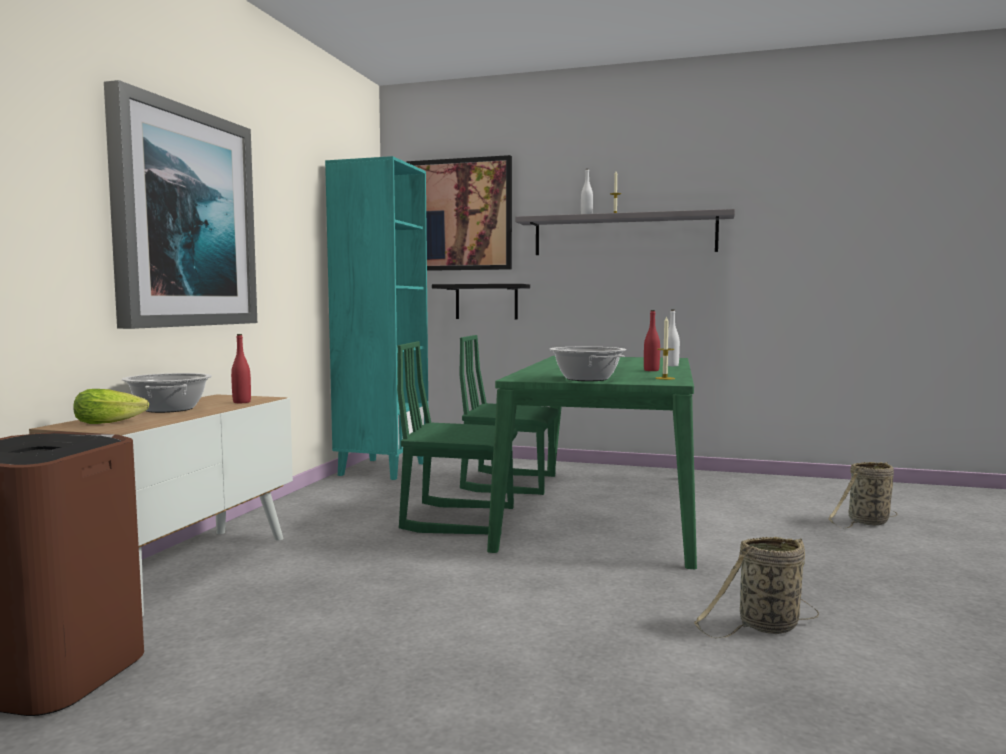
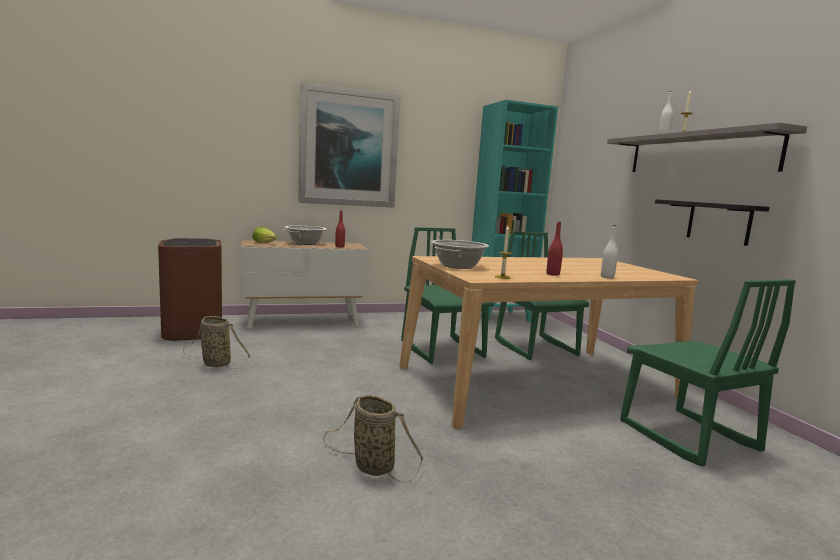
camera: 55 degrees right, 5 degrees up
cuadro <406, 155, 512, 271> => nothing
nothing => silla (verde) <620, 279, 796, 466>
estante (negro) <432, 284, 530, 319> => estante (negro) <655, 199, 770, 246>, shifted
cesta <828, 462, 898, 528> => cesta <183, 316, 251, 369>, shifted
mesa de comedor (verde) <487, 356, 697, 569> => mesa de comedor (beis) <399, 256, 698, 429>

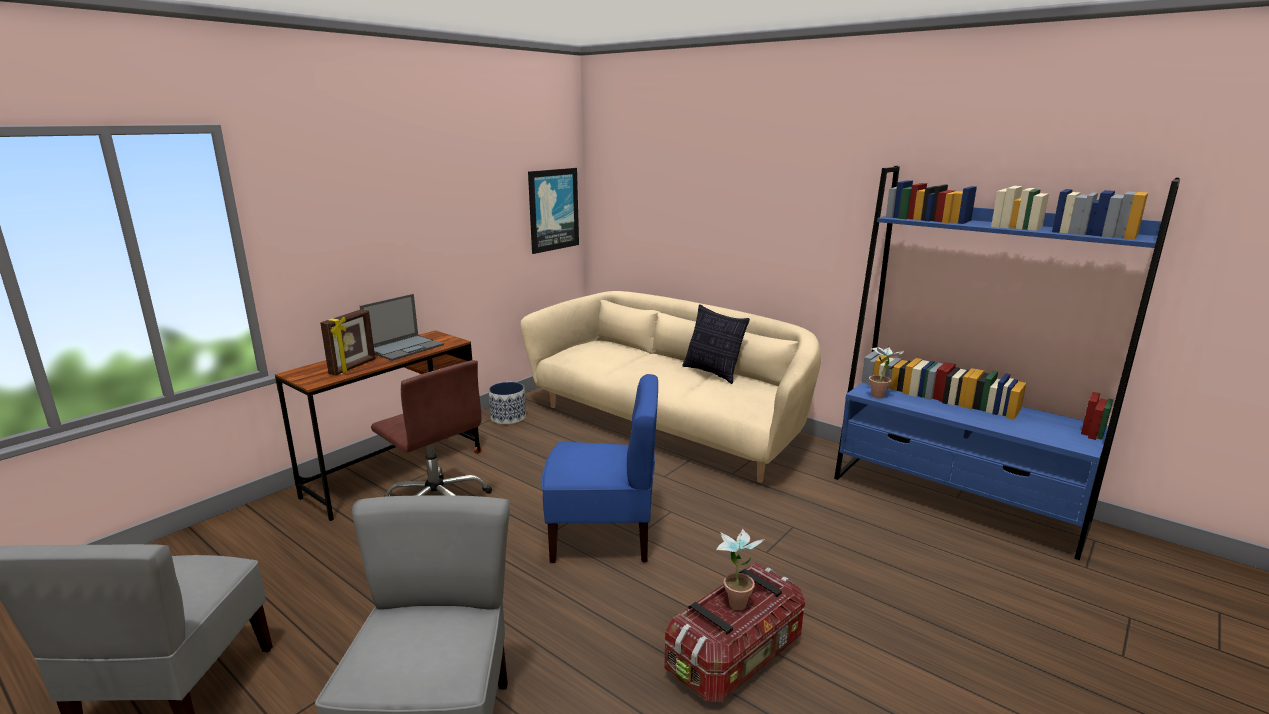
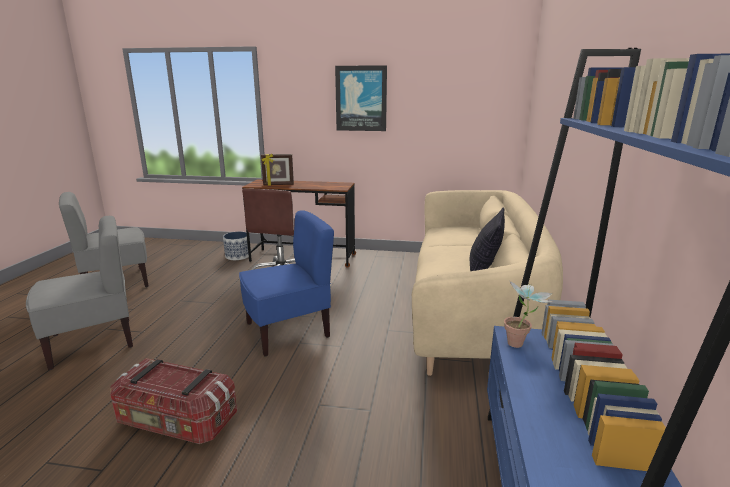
camera: 60 degrees right, 0 degrees up
portátil <360, 294, 444, 361> => nothing
planta en maceta <716, 529, 764, 610> => nothing
maceta <488, 382, 526, 424> => maceta <223, 232, 249, 260>, shifted
cuadro <528, 168, 579, 254> => cuadro <335, 65, 387, 131>, shifted
silla (azul) <542, 374, 658, 563> => silla (azul) <239, 210, 334, 356>, 90 degrees counterclockwise

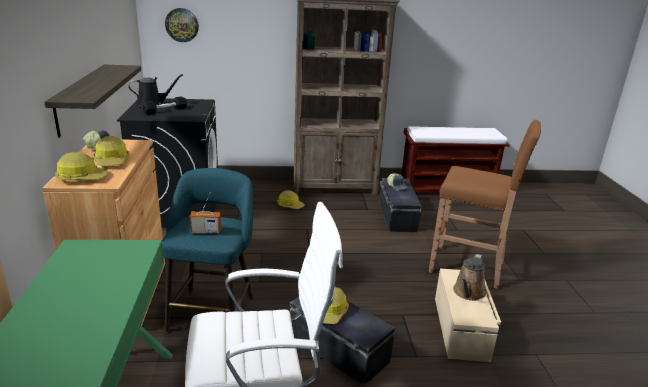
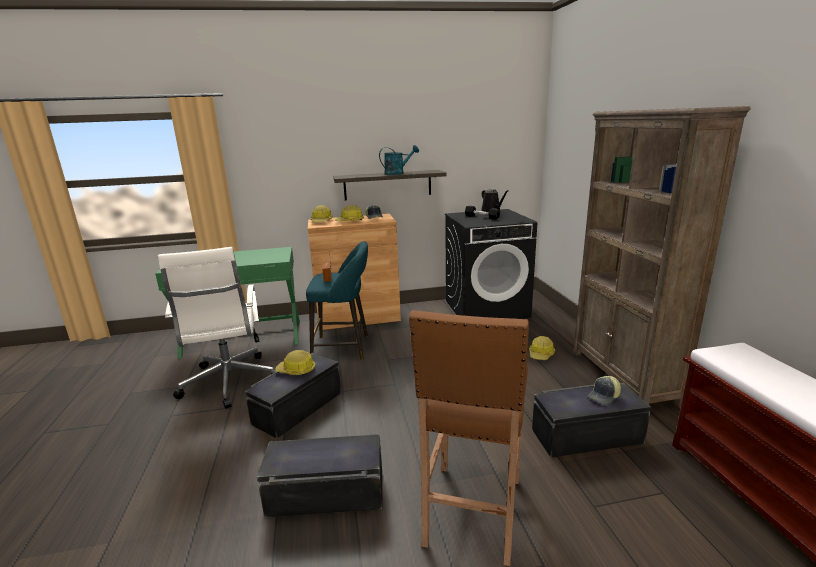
camera: 85 degrees right, 5 degrees down
reloj de pared <165, 8, 199, 42> => nothing
regadera (marrón) <453, 254, 486, 301> => nothing
nothing => regadera (turquesa) <379, 145, 419, 175>
caja de almacenaje (beis) <435, 268, 501, 362> => caja de almacenaje (negro) <257, 434, 382, 518>

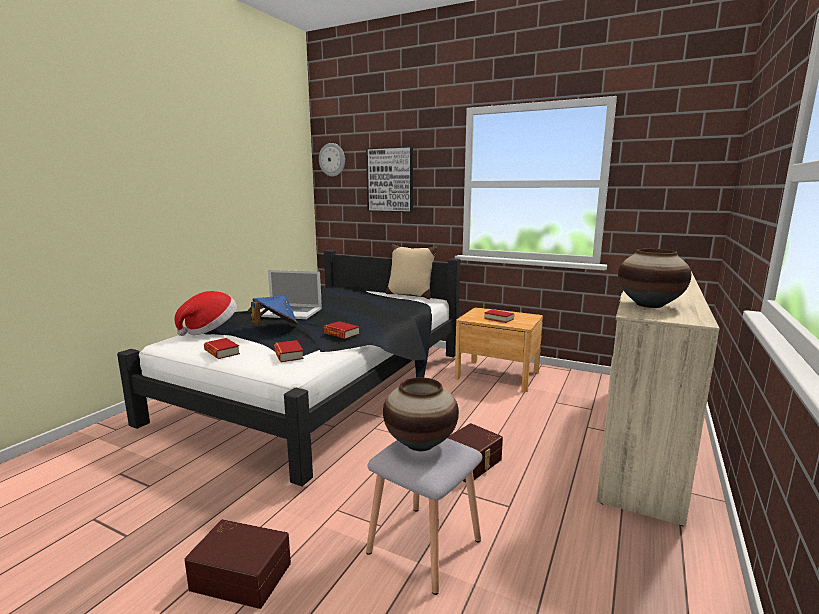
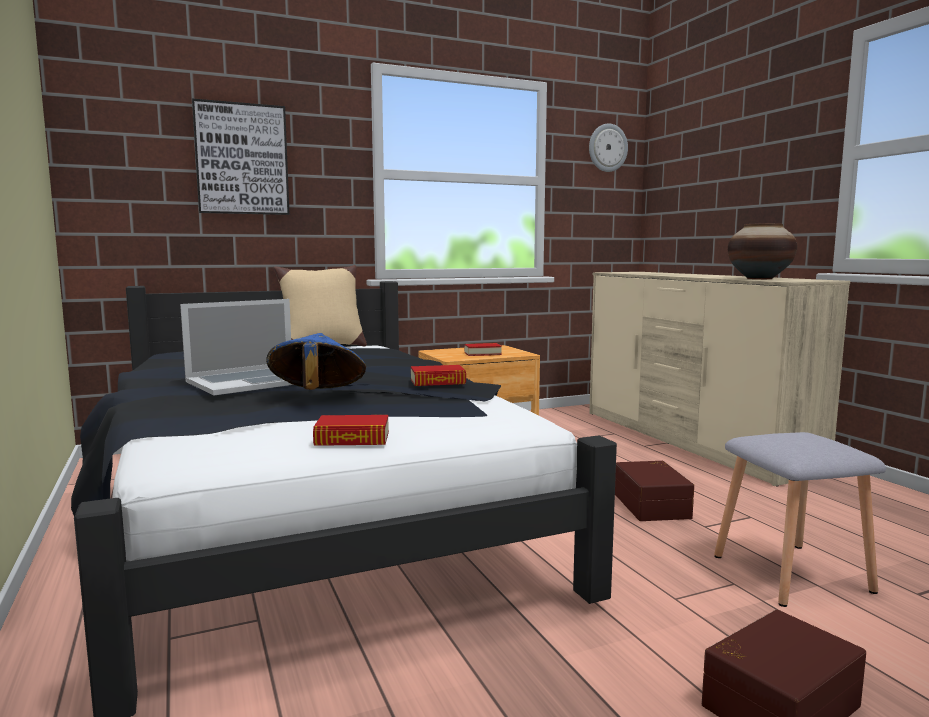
camera: 50 degrees left, 5 degrees down
sombrero <174, 291, 237, 336> => nothing
libro <274, 340, 304, 362> => nothing
florero <383, 377, 459, 451> => nothing
reloj de pared <319, 143, 345, 176> => reloj de pared <589, 123, 628, 172>, shifted

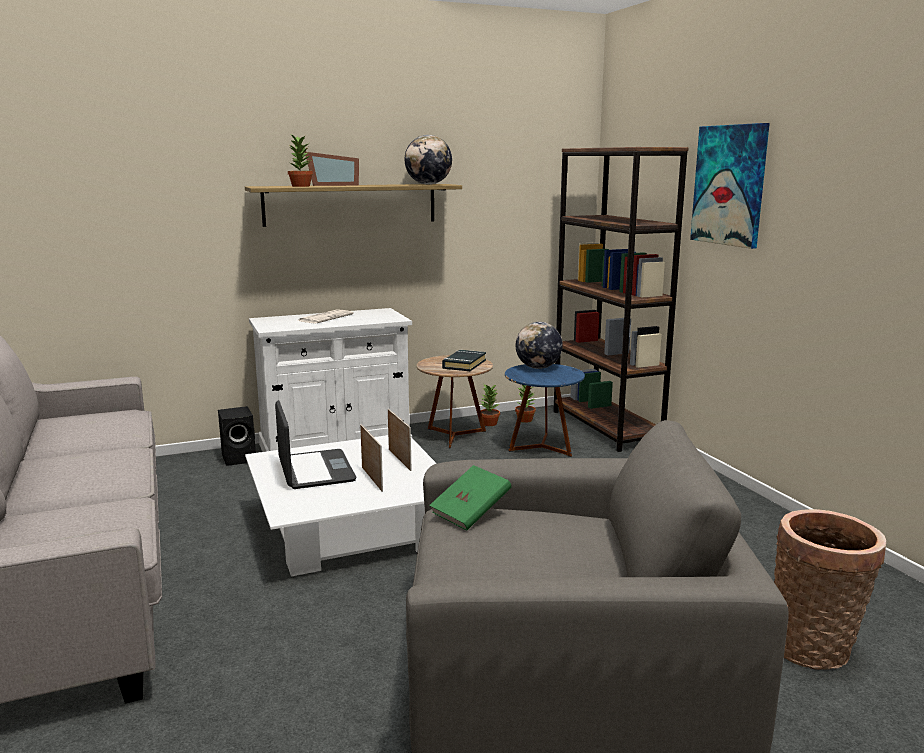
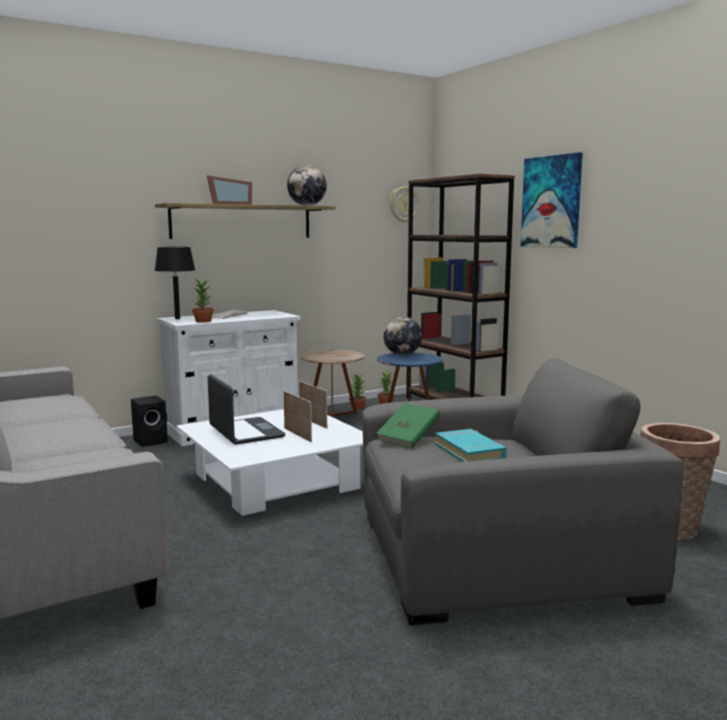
camera: 10 degrees left, 5 degrees down
libro (negro) <442, 350, 486, 371> => nothing
nothing => lámpara de mesa (negro) <155, 247, 195, 319>
nothing => reloj de pared <390, 187, 419, 223>
nothing => libro (turquesa) <435, 429, 507, 462>
planta en maceta <288, 135, 313, 187> => planta en maceta <192, 279, 214, 323>, shifted

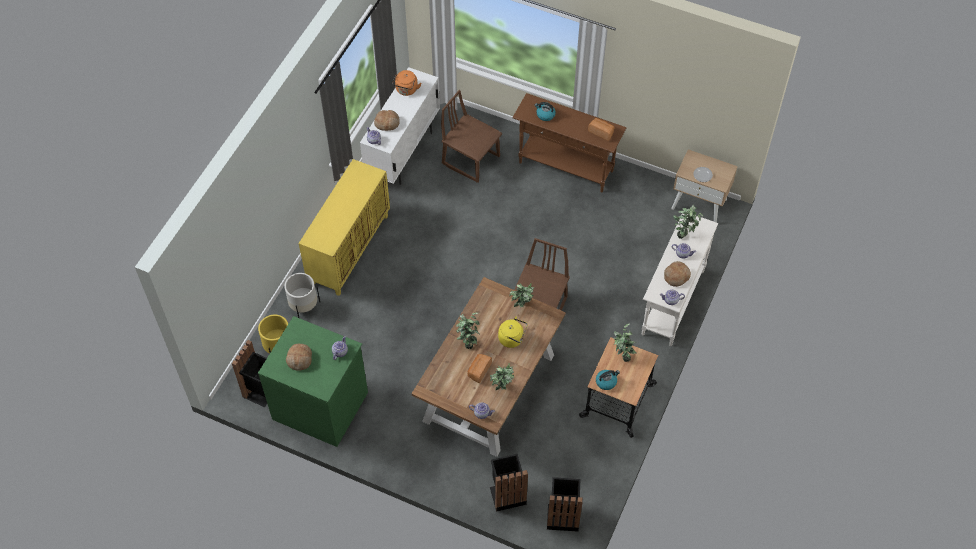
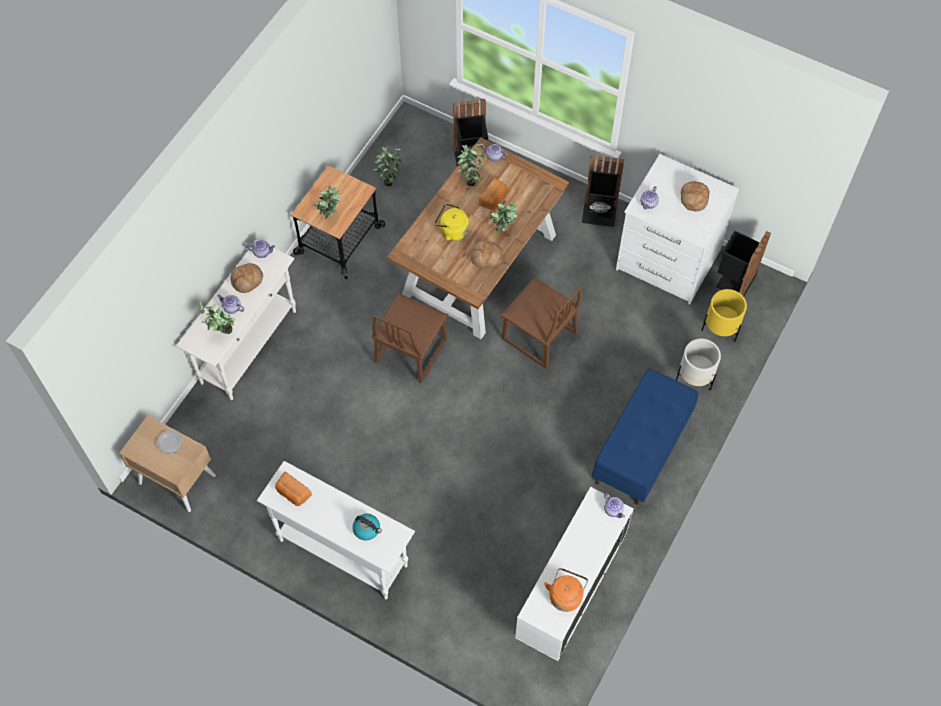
camera: 175 degrees left, 5 degrees up
hervidor <596, 370, 620, 390> => nothing
pan <374, 110, 400, 131> => pan <471, 240, 503, 268>, shifted
silla (marrón) <441, 90, 502, 183> => silla (marrón) <500, 278, 582, 369>, shifted
planta en maceta <509, 283, 535, 308> => planta en maceta <373, 147, 401, 186>, shifted
papelera (negro) <547, 477, 583, 532> => papelera (negro) <582, 155, 624, 227>, shifted
armario (amarillo) <299, 159, 390, 296> => banco (azul) <592, 369, 699, 505>
cómoda (verde) <258, 316, 368, 447> => cómoda (blanco) <616, 154, 739, 305>
mesa consola (marrón) <512, 93, 626, 192> => mesa consola (blanco) <257, 461, 415, 600>

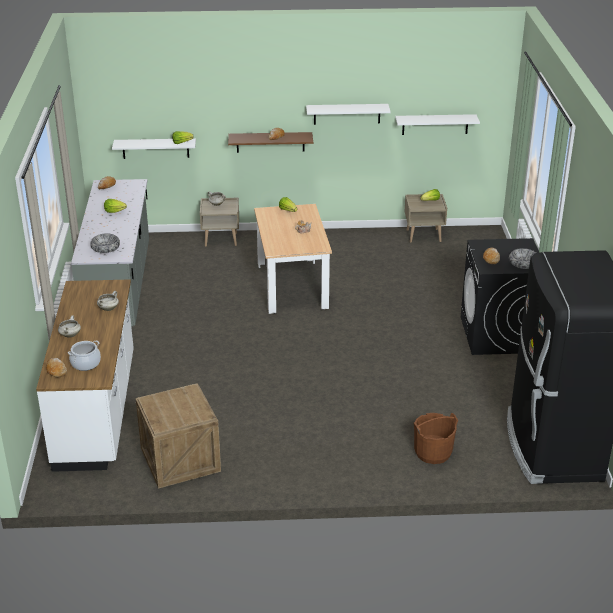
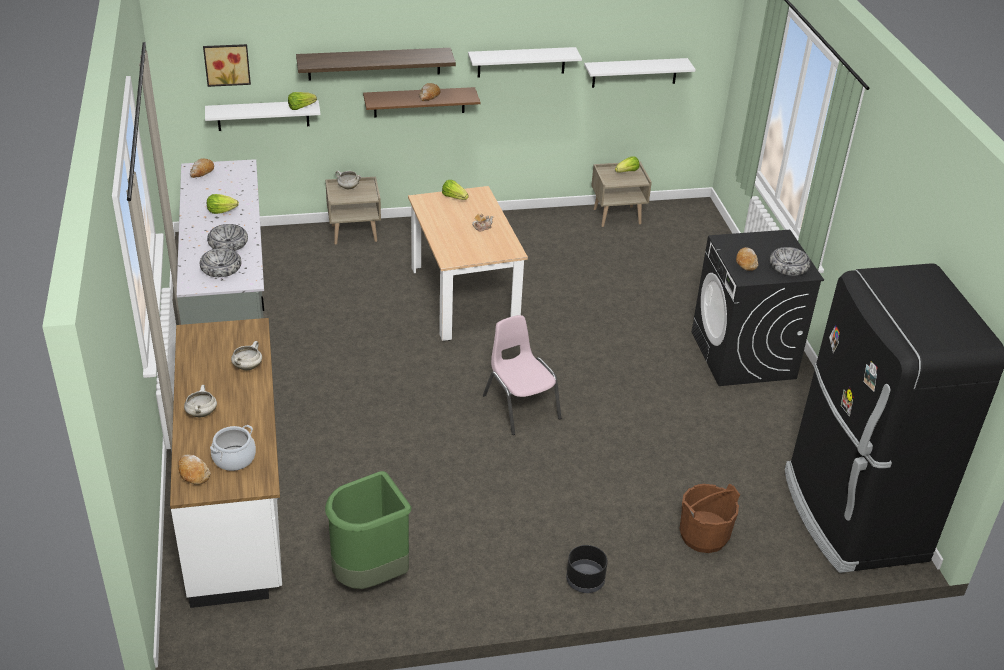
camera: 10 degrees left, 5 degrees up
nothing => cuadro <203, 44, 251, 87>
nothing => cuenco <207, 224, 248, 251>
nothing => estante <296, 48, 456, 80>
nothing => silla (rosa) <483, 315, 561, 435>
nothing => maceta (negro) <566, 545, 608, 593>
caja de embalaje <135, 383, 221, 489> => papelera (verde) <325, 471, 411, 589>

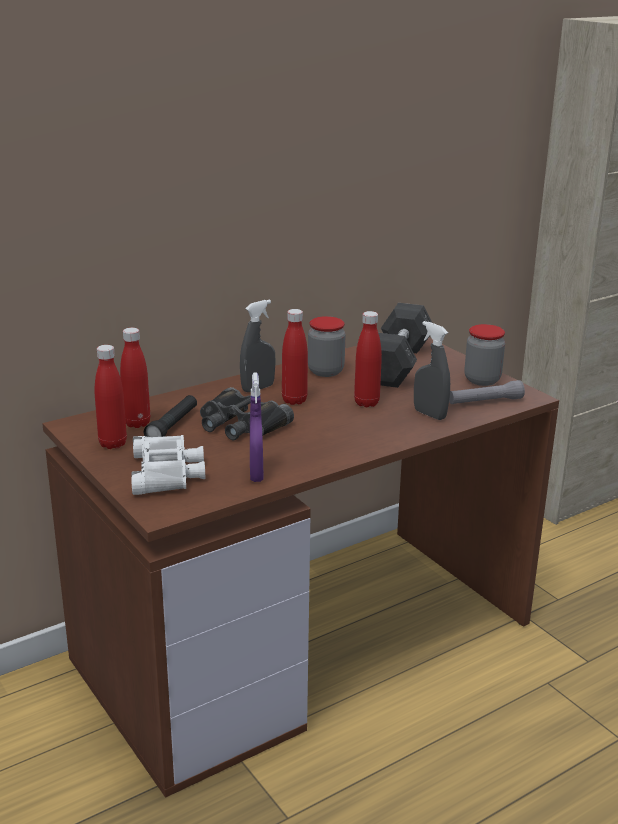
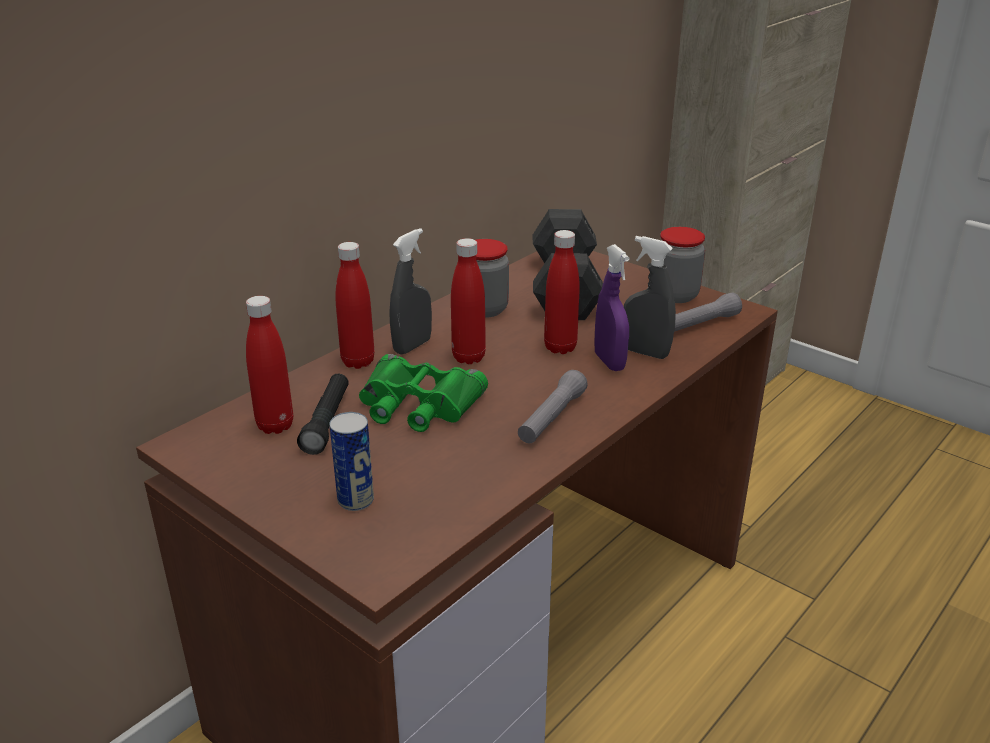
camera: 15 degrees left, 5 degrees up
nothing => linterna (gris) <518, 370, 588, 444>
botella (rojo) <95, 345, 127, 449> => botella (rojo) <335, 242, 374, 369>, shifted
pulverizador (morado) <250, 372, 263, 482> => pulverizador (morado) <594, 244, 629, 371>, shifted
prismáticos (blanco) <131, 435, 205, 495> => lata <329, 412, 374, 511>
prismáticos (negro) <200, 387, 294, 441> => prismáticos (verde) <359, 354, 488, 432>

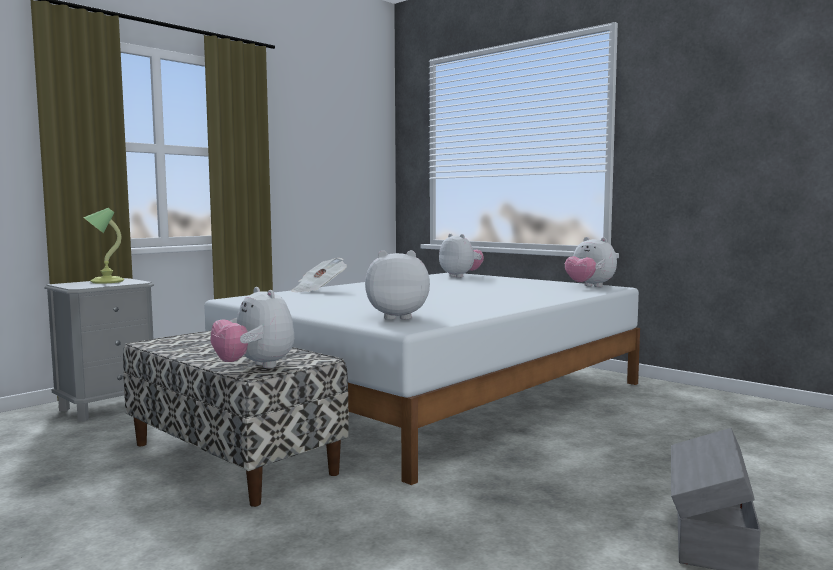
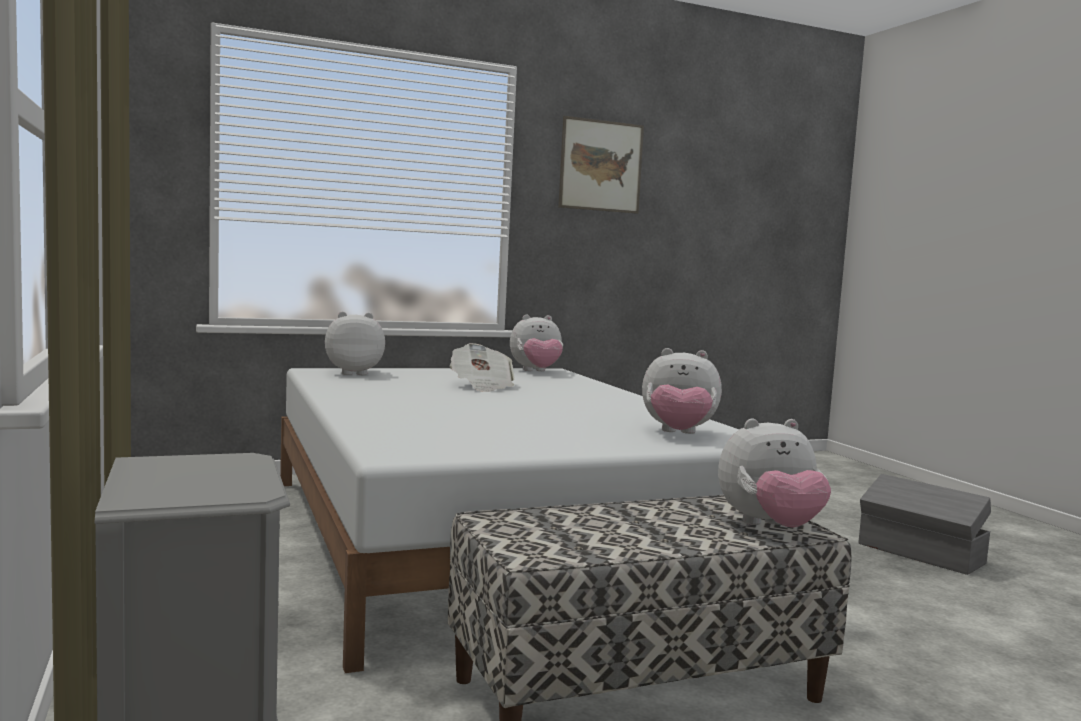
camera: 65 degrees left, 0 degrees up
lámpara de mesa <83, 208, 124, 284> => nothing
nothing => cuadro <558, 116, 644, 214>
periódico <291, 258, 347, 292> => periódico <450, 343, 515, 392>, shifted
peluche <365, 250, 430, 320> => peluche <642, 348, 722, 434>, 105 degrees counterclockwise

